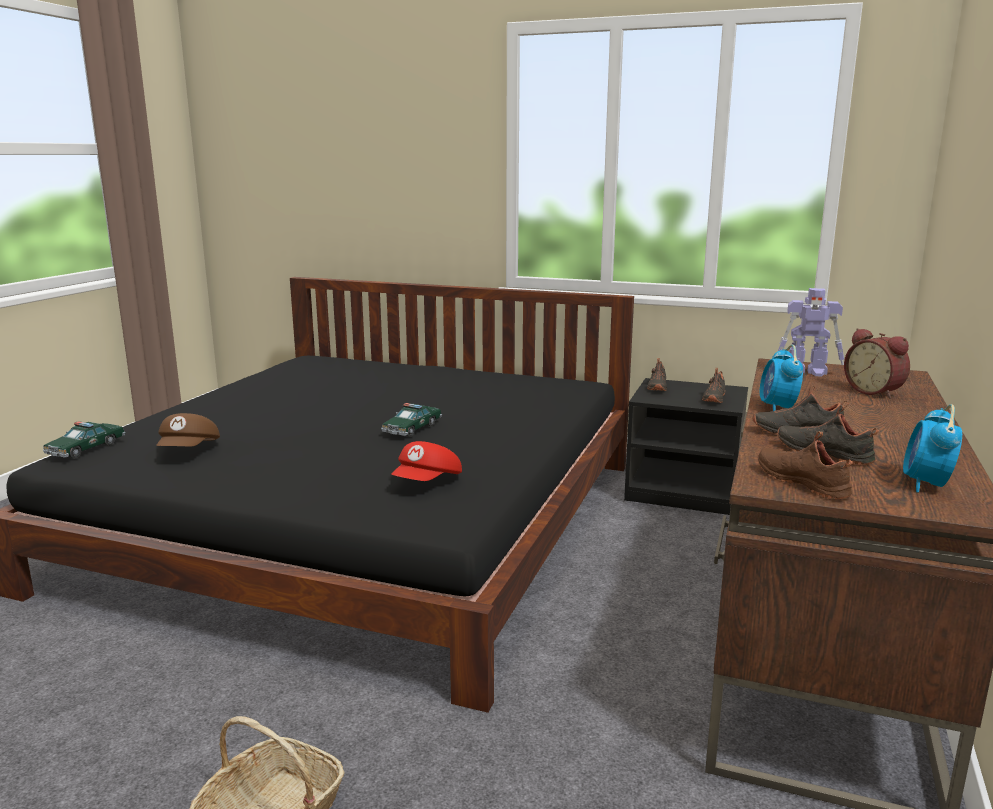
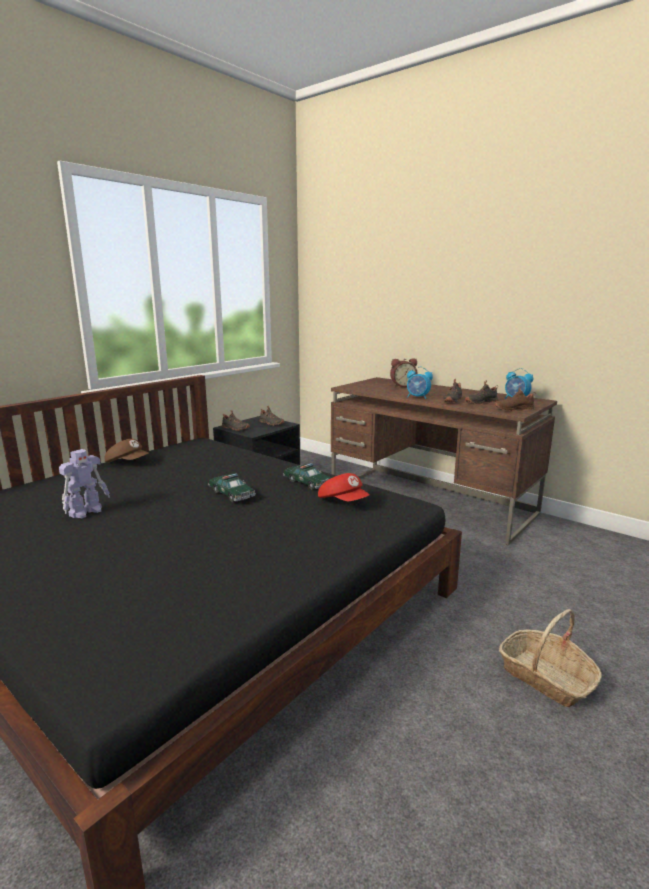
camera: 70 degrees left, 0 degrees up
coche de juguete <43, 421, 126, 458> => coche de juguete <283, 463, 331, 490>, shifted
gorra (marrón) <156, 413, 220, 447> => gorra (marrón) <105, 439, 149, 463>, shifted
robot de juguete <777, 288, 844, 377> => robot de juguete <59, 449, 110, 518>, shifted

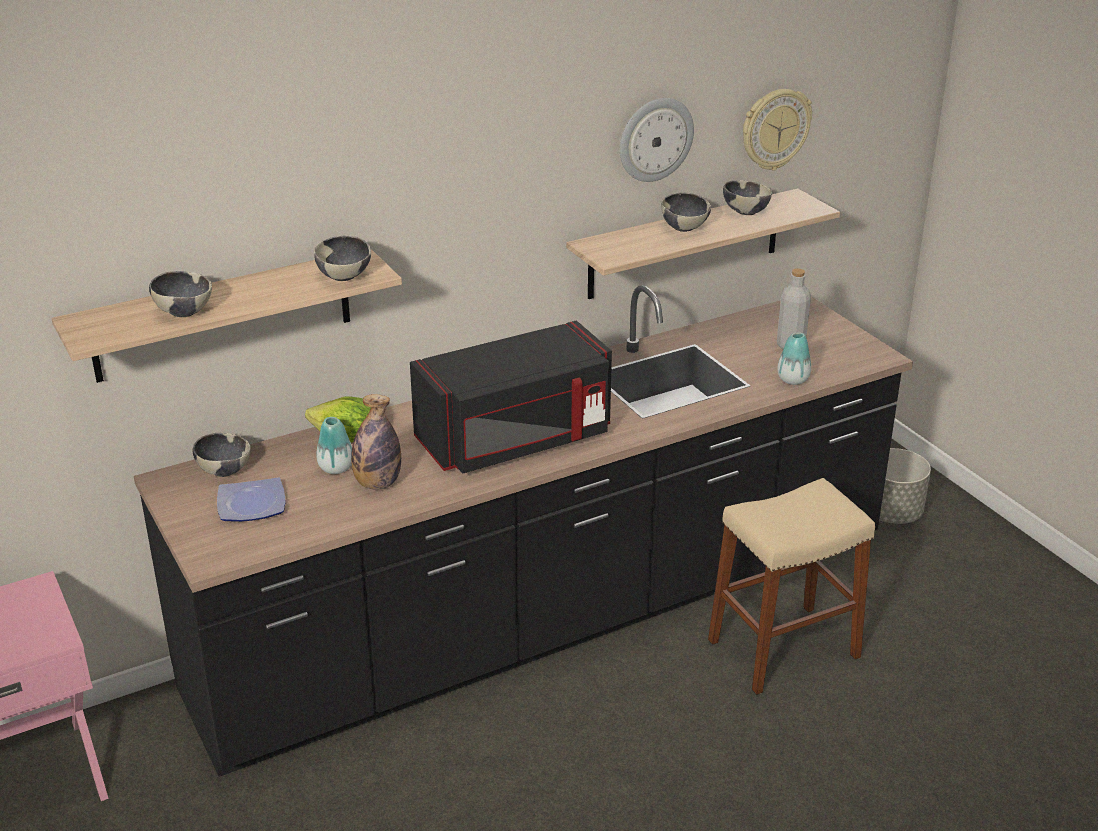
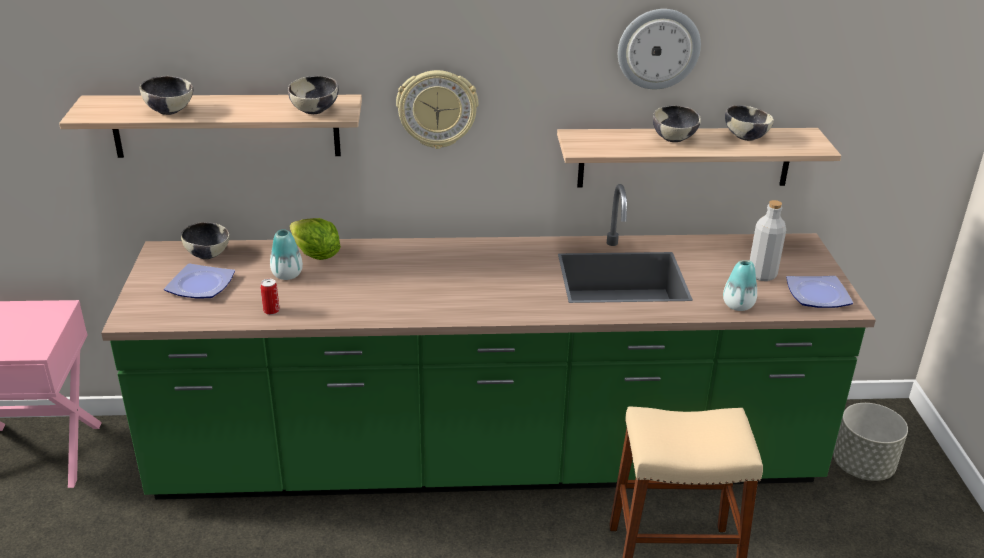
camera: 25 degrees right, 0 degrees up
botella <351, 394, 401, 490> => nothing
microondas (negro) <410, 321, 612, 473> => nothing
nothing => lata <260, 279, 280, 315>
nothing => plato <786, 276, 853, 308>
reloj de pared <743, 89, 812, 171> => reloj de pared <396, 70, 478, 149>, shifted
mueble bajo de cocina (negro) <134, 285, 913, 777> => mueble bajo de cocina (verde) <101, 184, 876, 500>

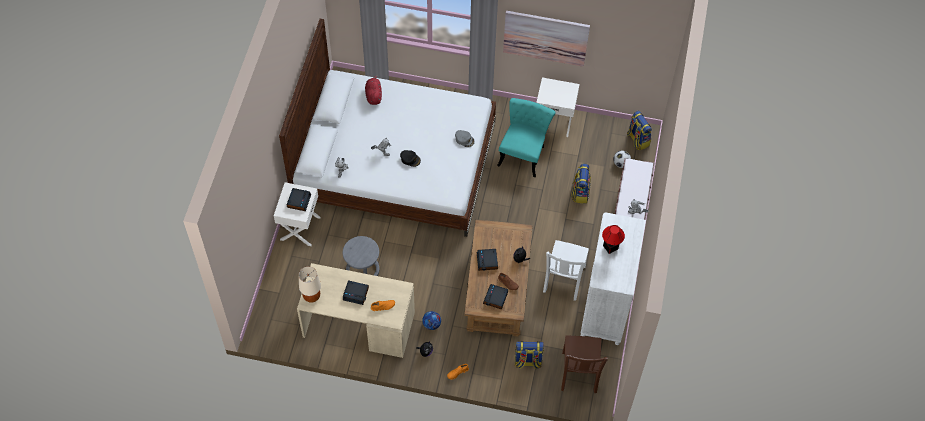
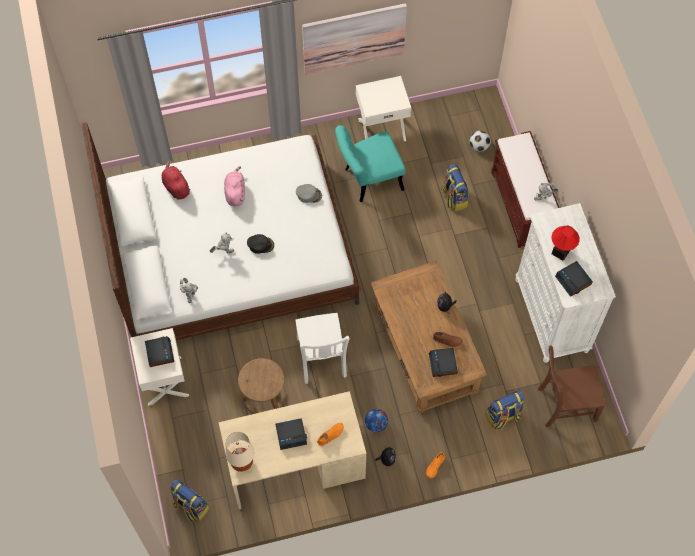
camera: 25 degrees left, 5 degrees up
nothing => peluche (rosa) <224, 166, 245, 206>
despertador <477, 249, 498, 271> => despertador <555, 261, 593, 297>, shifted
silla (blanco) <543, 240, 589, 301> => silla (blanco) <295, 313, 350, 384>, shifted
mochila <627, 111, 652, 151> => mochila <170, 479, 209, 522>, shifted
taburete (gris) <343, 236, 379, 276> => taburete (marrón) <238, 358, 285, 414>
silla (turquesa) <497, 98, 556, 177> => silla (turquesa) <335, 125, 405, 202>, 105 degrees counterclockwise
silla (marrón) <561, 336, 608, 393> => silla (marrón) <538, 345, 605, 428>, 105 degrees clockwise

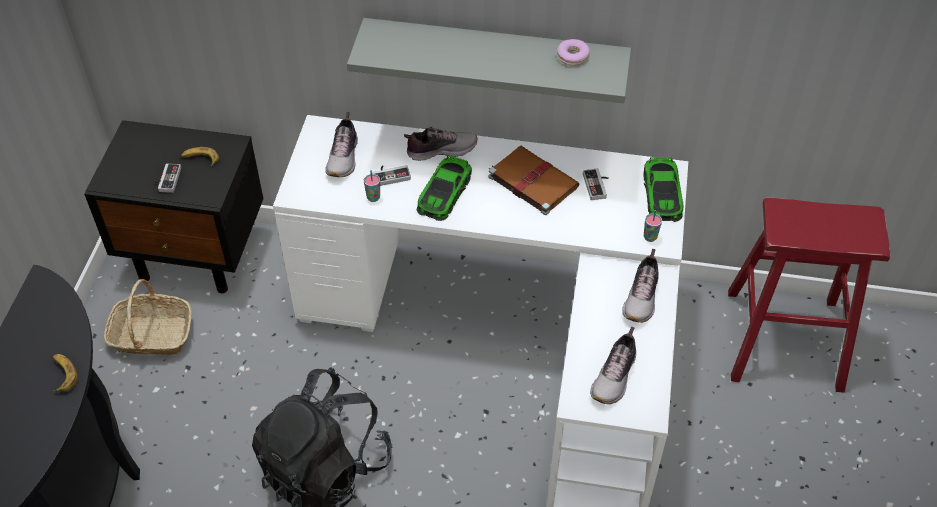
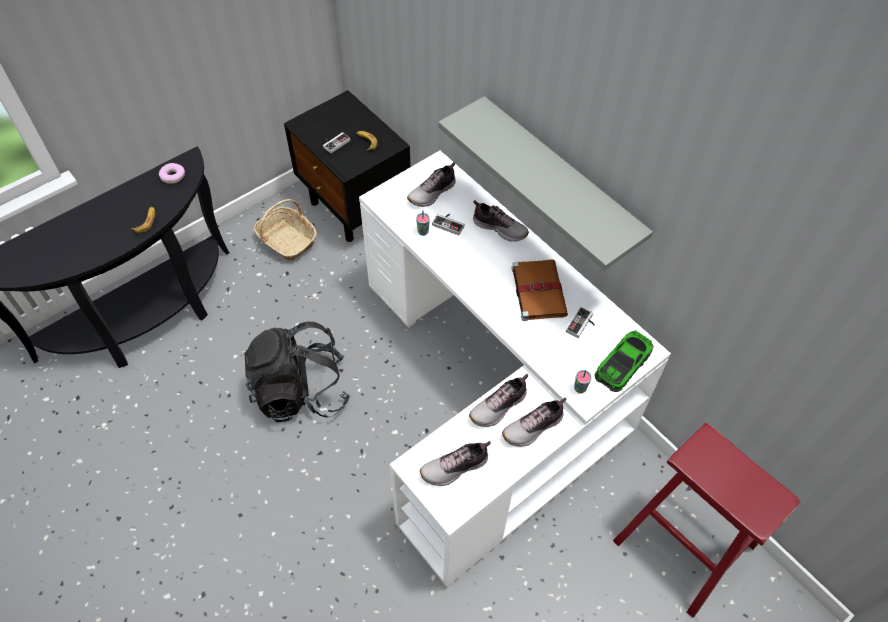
camera: 40 degrees right, 5 degrees up
coche de juguete <417, 155, 472, 221> => nothing
nothing => zapato <469, 374, 529, 427>
rosquilla <557, 39, 590, 66> => rosquilla <159, 163, 185, 184>, shifted

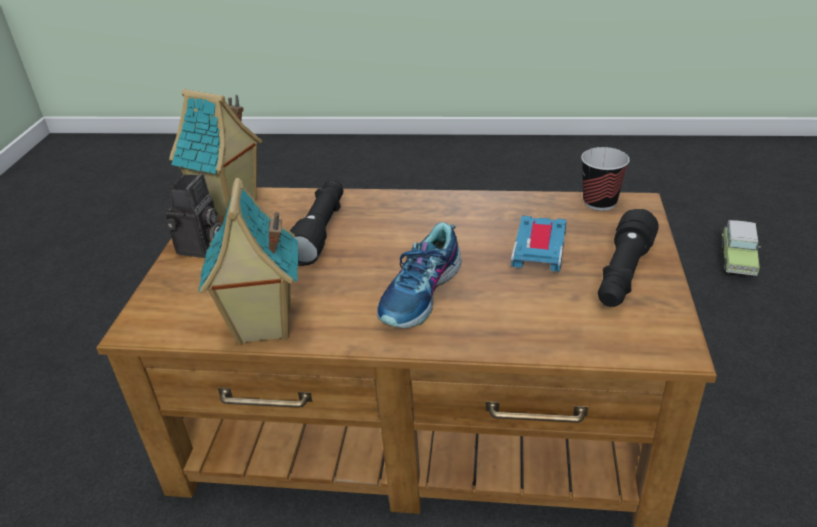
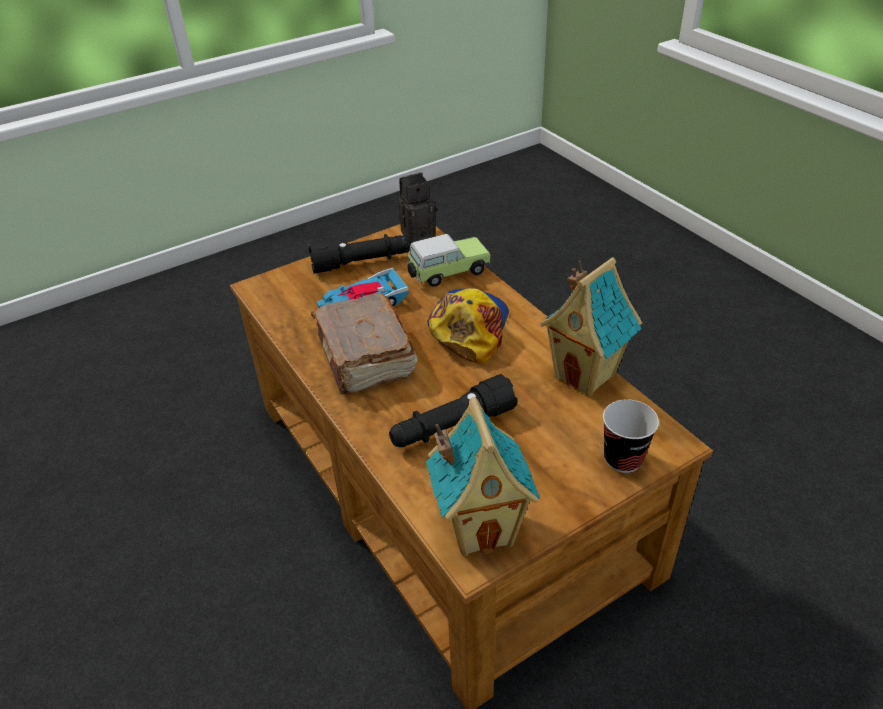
camera: 130 degrees left, 5 degrees up
nothing => libro (marrón) <311, 293, 417, 394>
cámara <165, 173, 222, 258> => cámara <398, 172, 438, 243>, shifted
taza <581, 147, 630, 211> => taza <603, 399, 659, 473>, shifted
coche de juguete <721, 220, 761, 277> => coche de juguete <407, 234, 490, 287>, shifted
zapato <377, 222, 461, 328> => gorra <427, 288, 509, 363>

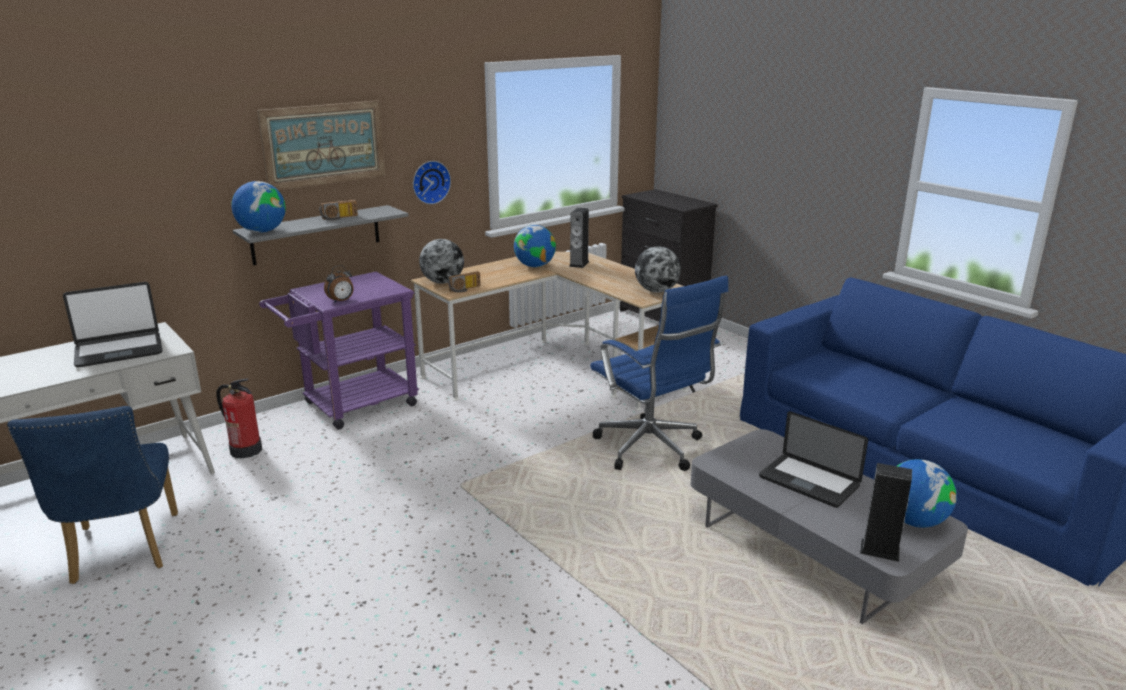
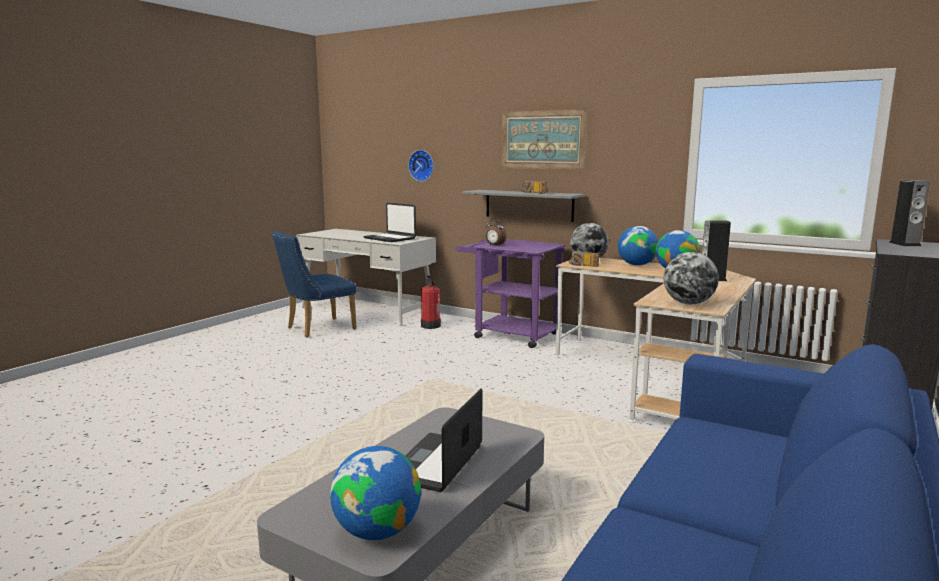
camera: 70 degrees right, 10 degrees down
silla de oficina (azul) <590, 276, 728, 471> => nothing
globo terráqueo <231, 181, 286, 233> => globo terráqueo <618, 226, 658, 266>, shifted
reloj de pared <413, 161, 451, 204> => reloj de pared <408, 150, 434, 182>, shifted
altavoz <860, 463, 912, 562> => altavoz <889, 180, 930, 246>, shifted

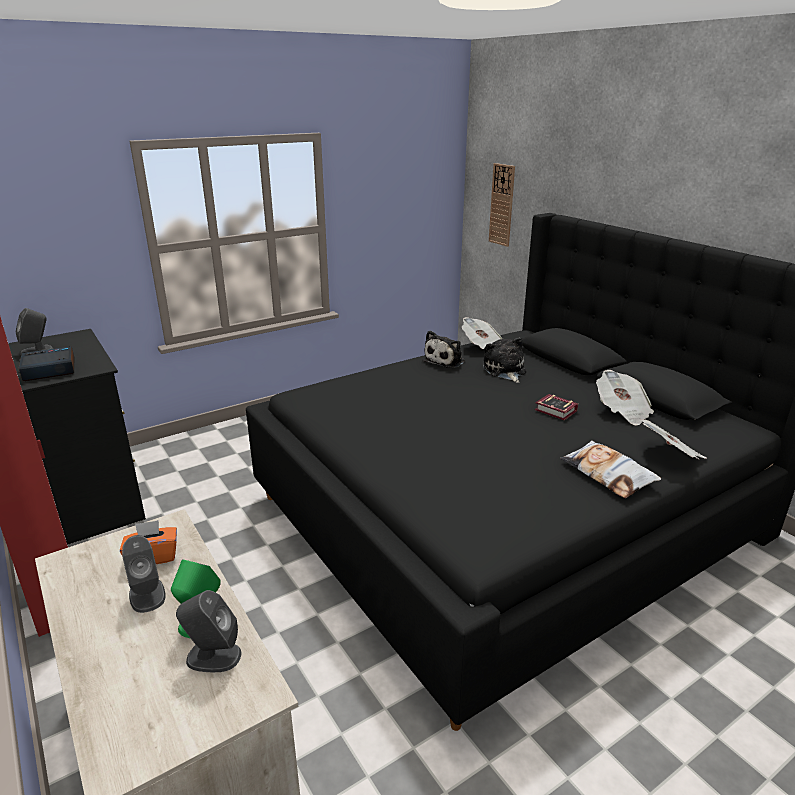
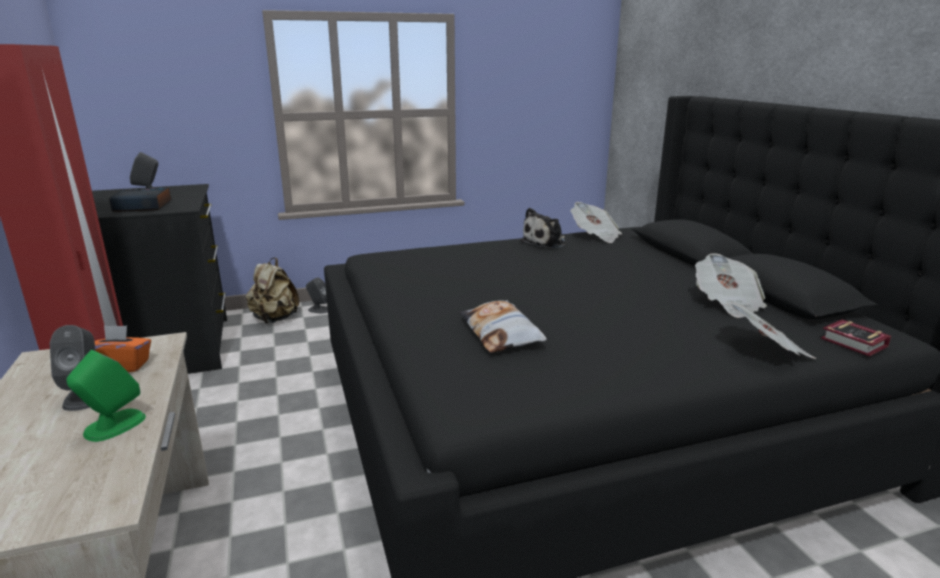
camera: 15 degrees right, 5 degrees down
peluche <483, 337, 526, 383> => nothing
reloj de pared <489, 163, 515, 247> => nothing
nothing => mochila (beis) <246, 257, 300, 323>
altavoz (gris) <176, 590, 241, 672> => altavoz (gris) <306, 277, 328, 313>, shifted
libro <535, 394, 578, 421> => libro <821, 319, 891, 357>, shifted
cojín <560, 440, 661, 498> => cojín <459, 300, 547, 353>, shifted

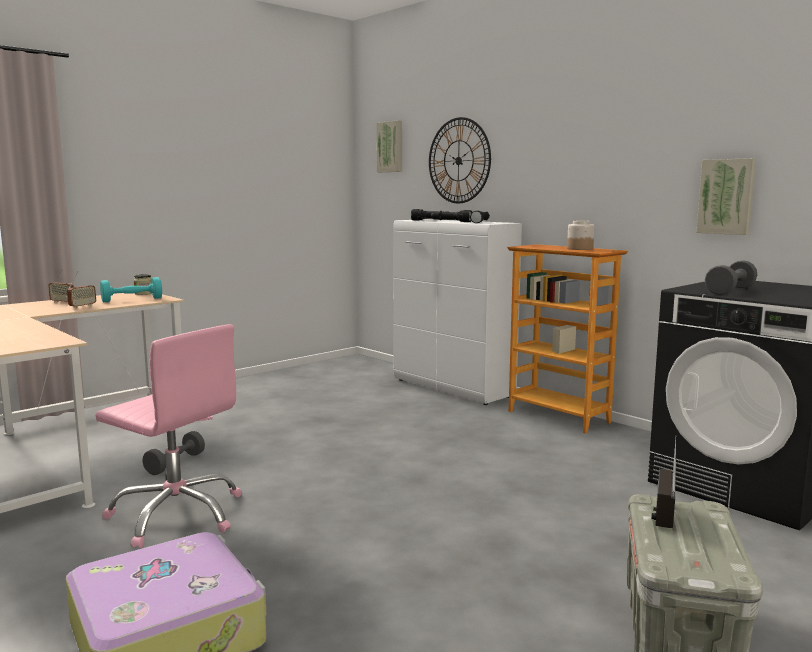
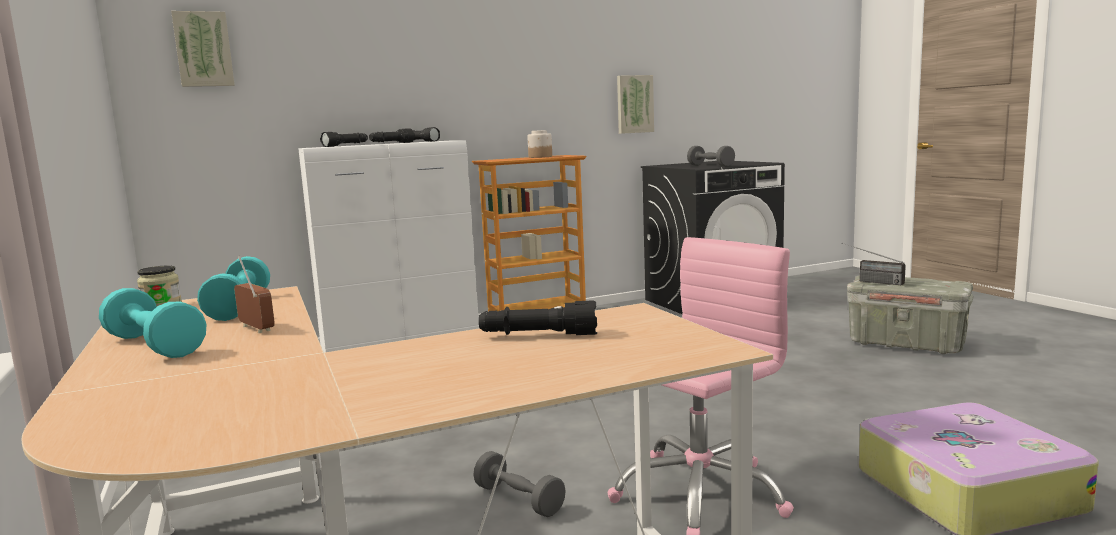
camera: 70 degrees left, 0 degrees up
reloj de pared <429, 117, 491, 203> => nothing
nothing => linterna (negro) <479, 300, 597, 335>
radio <48, 268, 74, 303> => mancuerna (turquesa) <99, 288, 207, 358>

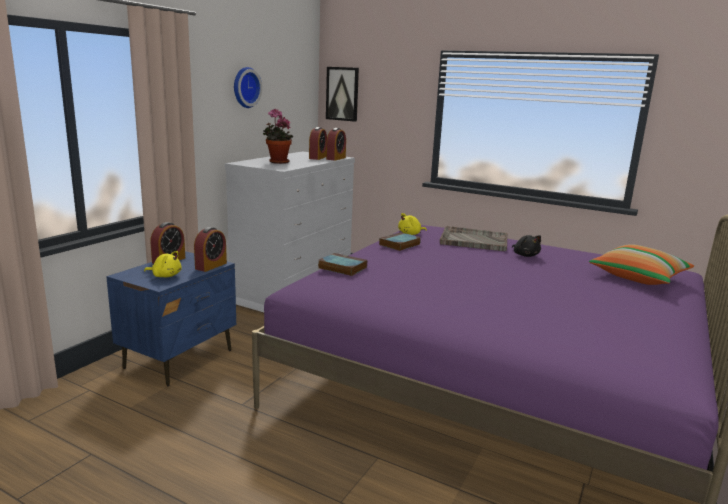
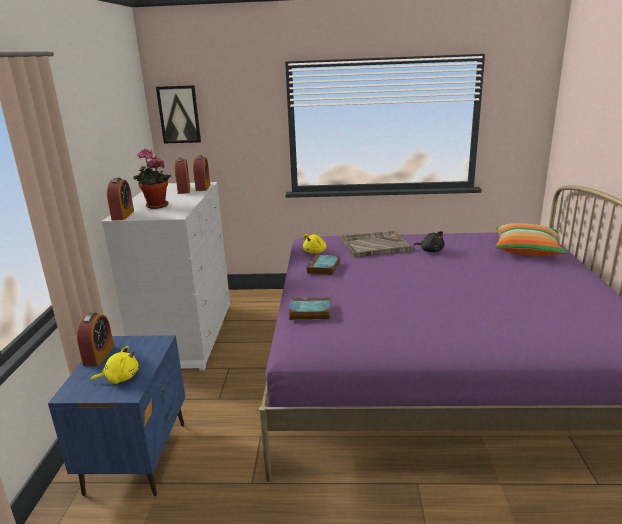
camera: 25 degrees left, 5 degrees up
reloj de pared <234, 67, 262, 108> => nothing
despertador <194, 227, 227, 272> => despertador <107, 178, 134, 220>, shifted

